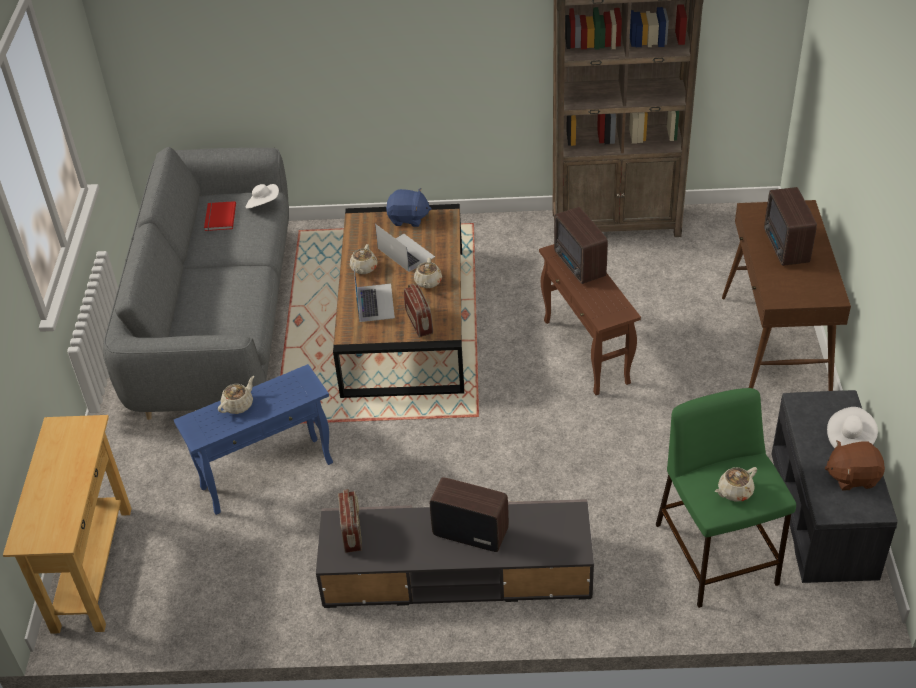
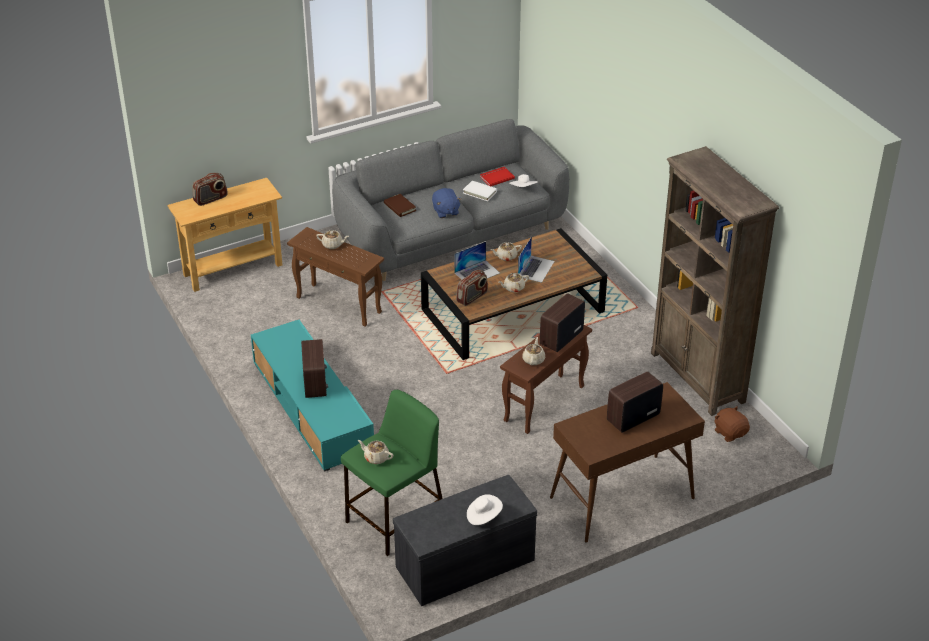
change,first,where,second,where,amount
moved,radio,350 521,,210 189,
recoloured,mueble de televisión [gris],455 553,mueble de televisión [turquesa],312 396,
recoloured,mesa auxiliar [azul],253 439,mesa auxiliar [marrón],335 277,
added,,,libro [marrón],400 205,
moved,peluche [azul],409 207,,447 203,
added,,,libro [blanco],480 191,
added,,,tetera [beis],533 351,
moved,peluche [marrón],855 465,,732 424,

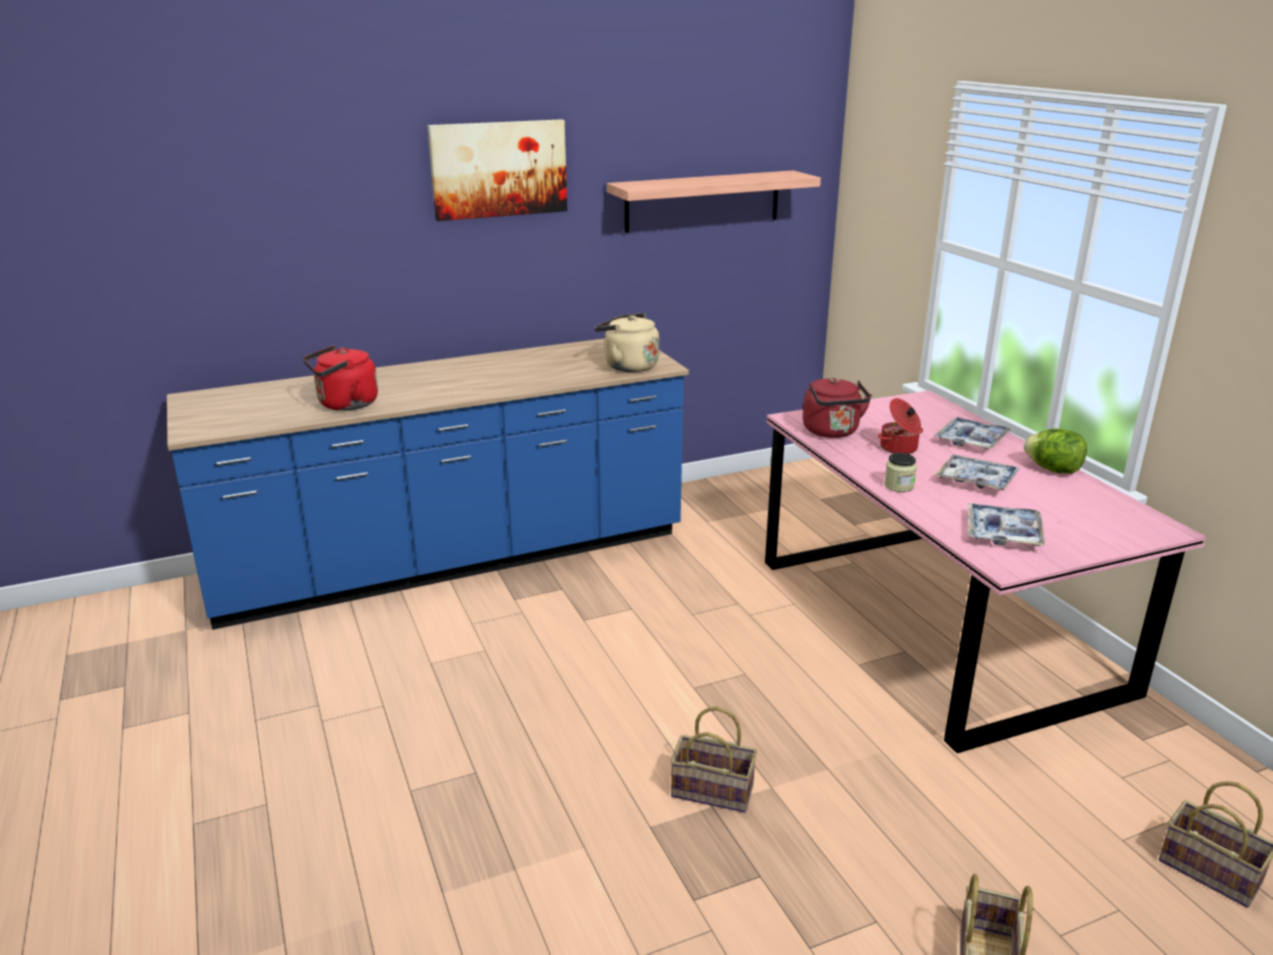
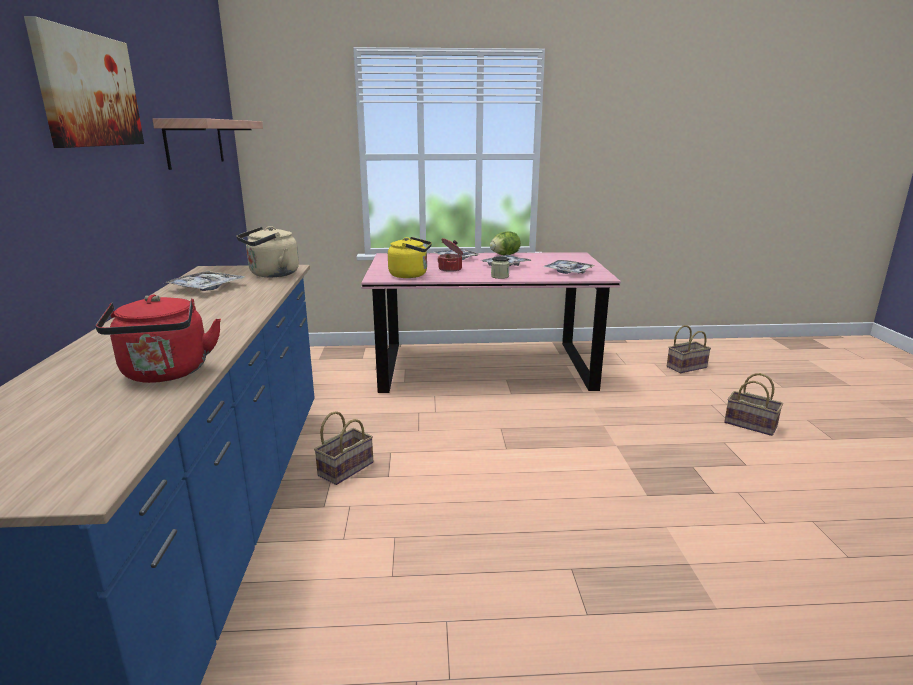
change,first,where,second,where,amount
added,,,bandeja,205 281,
moved,cesta,713 759,,343 448,
recoloured,hervidor [rojo],837 408,hervidor [amarillo],410 257,

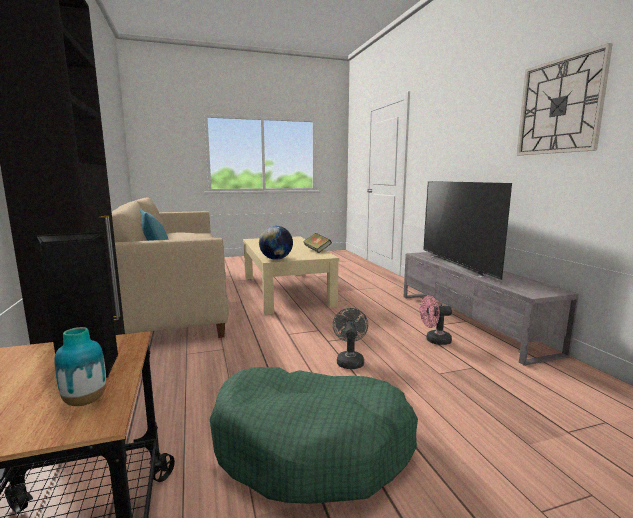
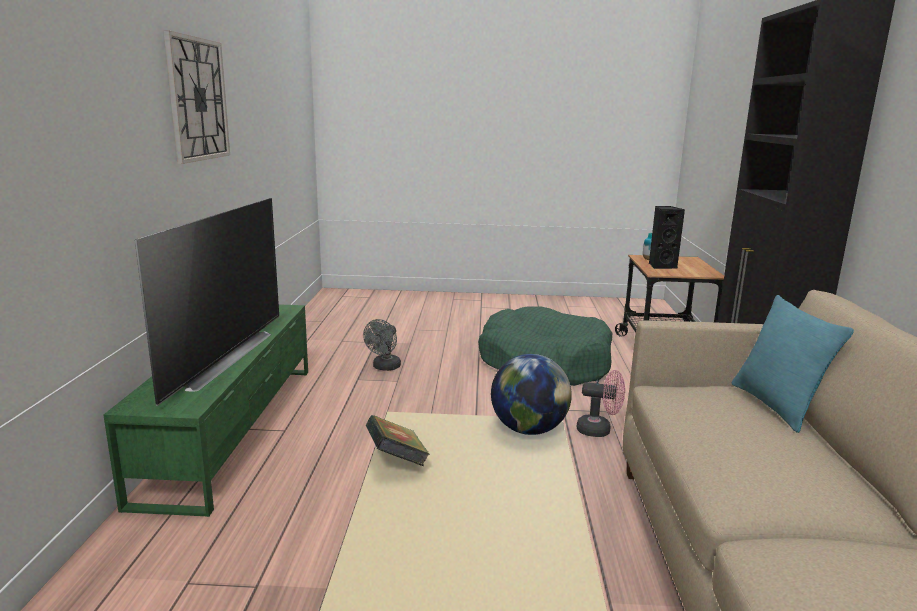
change,first,where,second,where,amount
recoloured,mueble de televisión [gris],491 309,mueble de televisión [verde],205 410,
moved,ventilador [gris],350 338,,382 345,
moved,ventilador [rosa],436 320,,601 403,

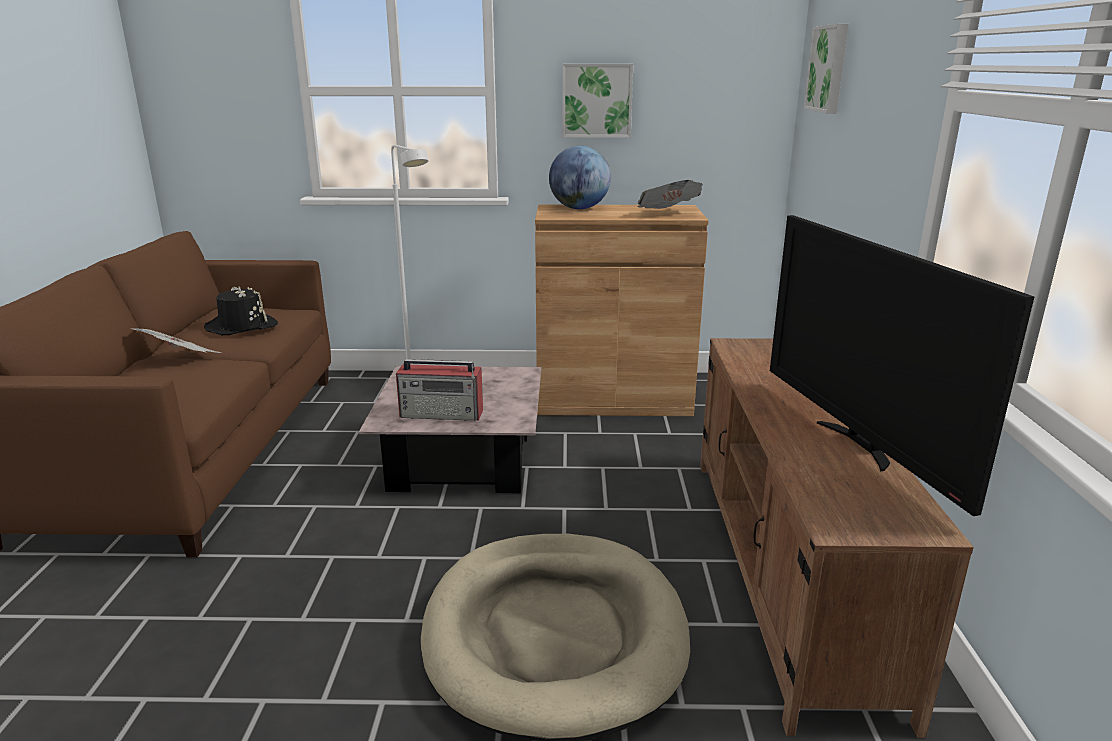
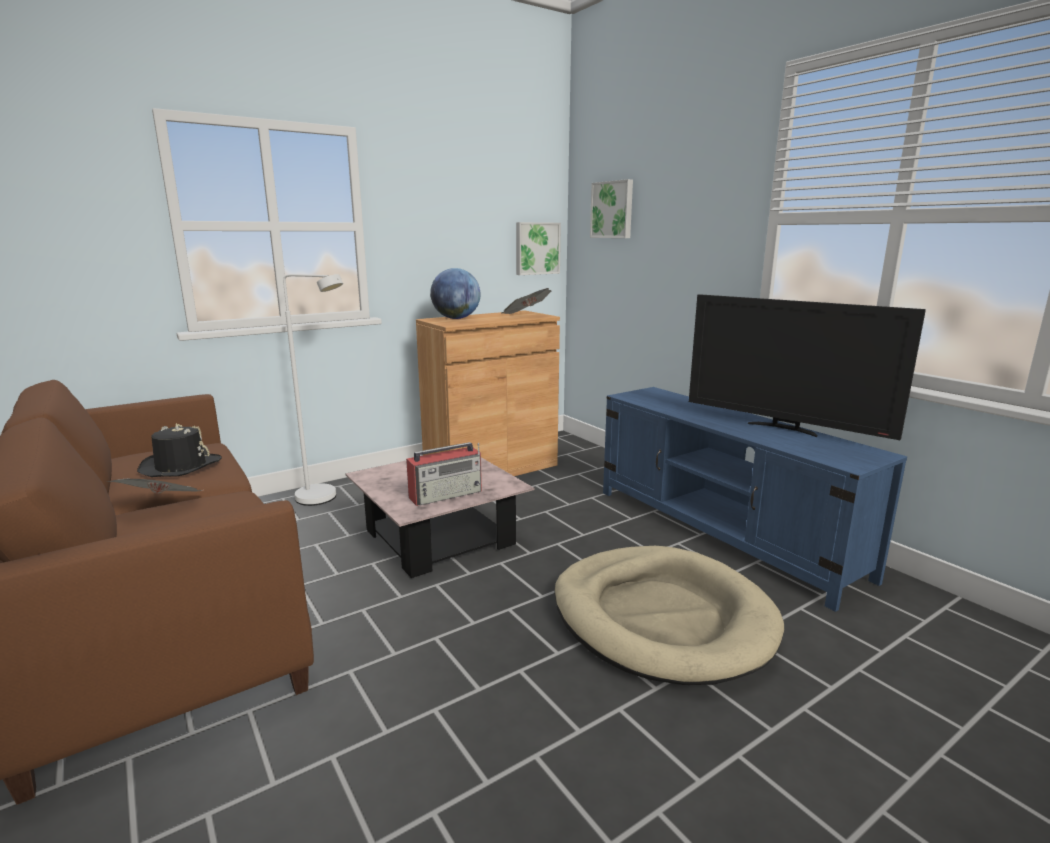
change,first,where,second,where,amount
moved,cuadro,597 101,,538 248,
recoloured,mueble de televisión [marrón],837 538,mueble de televisión [azul],755 499,

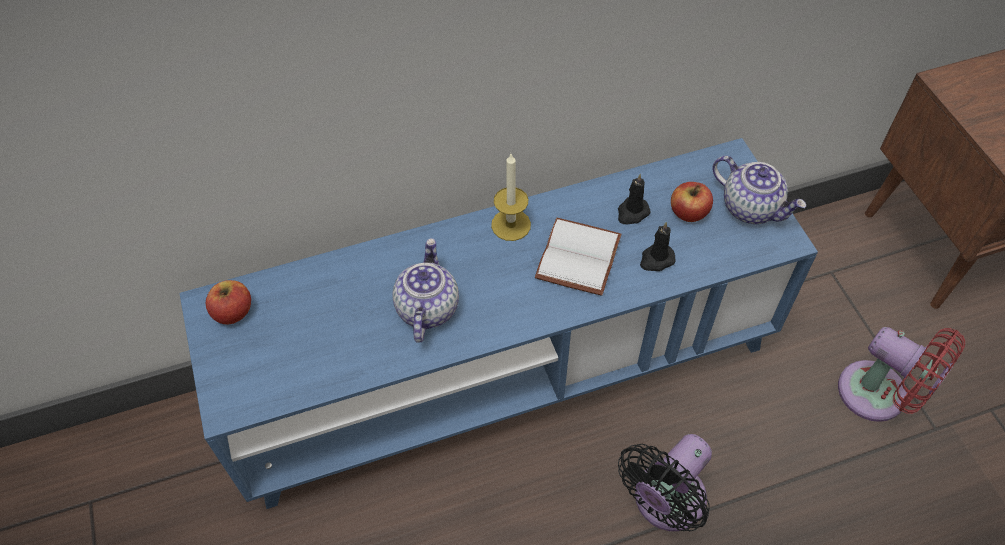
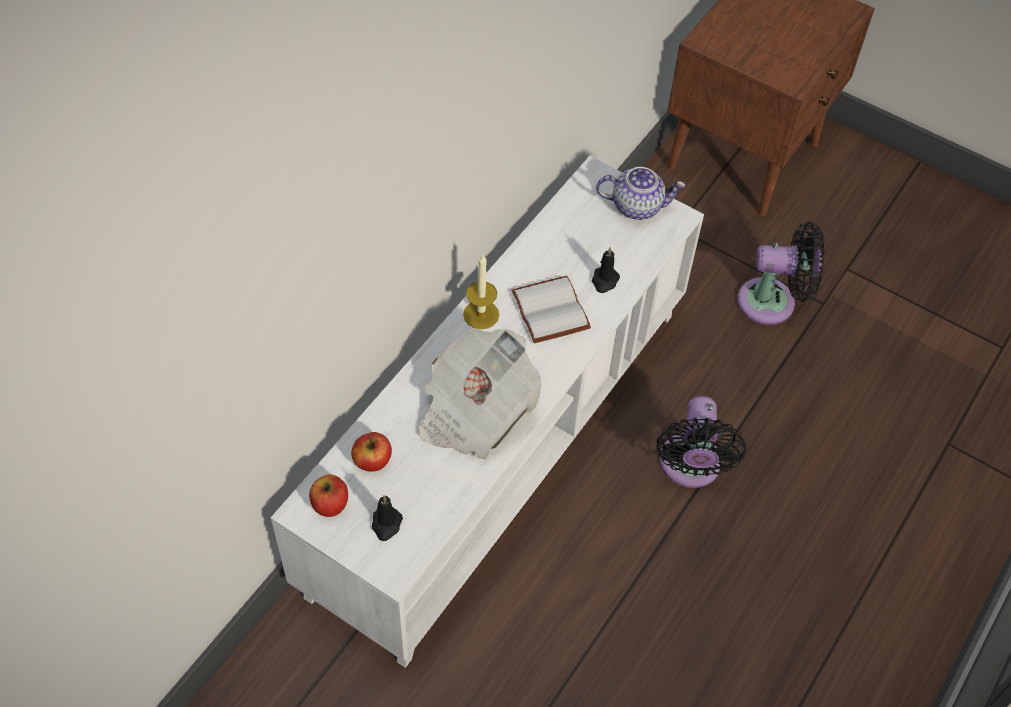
change,first,where,second,where,amount
recoloured,mueble de televisión [azul],498 323,mueble de televisión [blanco],487 412,
moved,manzana,692 202,,371 452,
moved,vela [negro],634 199,,387 518,
replaced,tetera,426 290,periódico,479 393,
recoloured,ventilador [rojo],901 374,ventilador [negro],780 273,

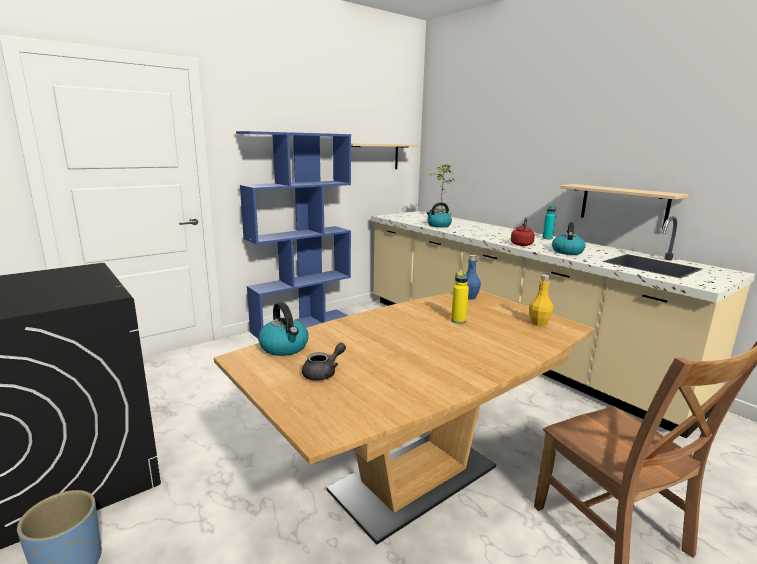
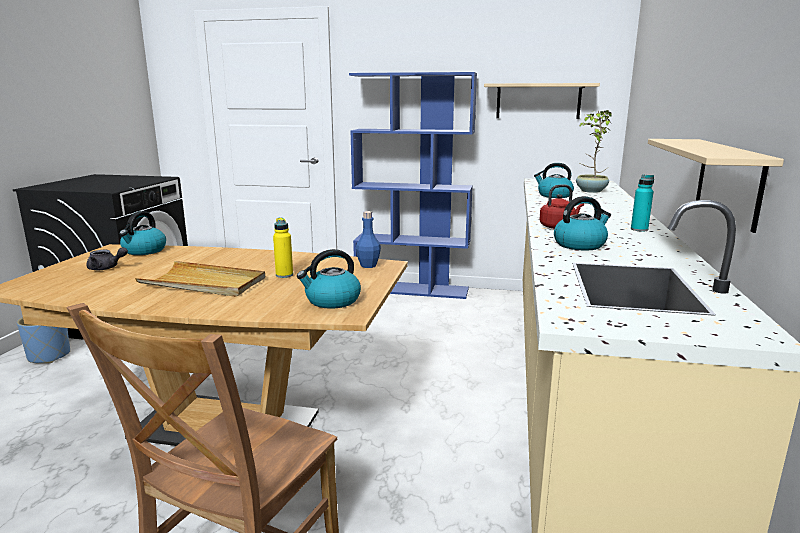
change,first,where,second,where,amount
added,,,bandeja [beis],200 279,
replaced,botella [amarillo],541 300,hervidor,329 279,

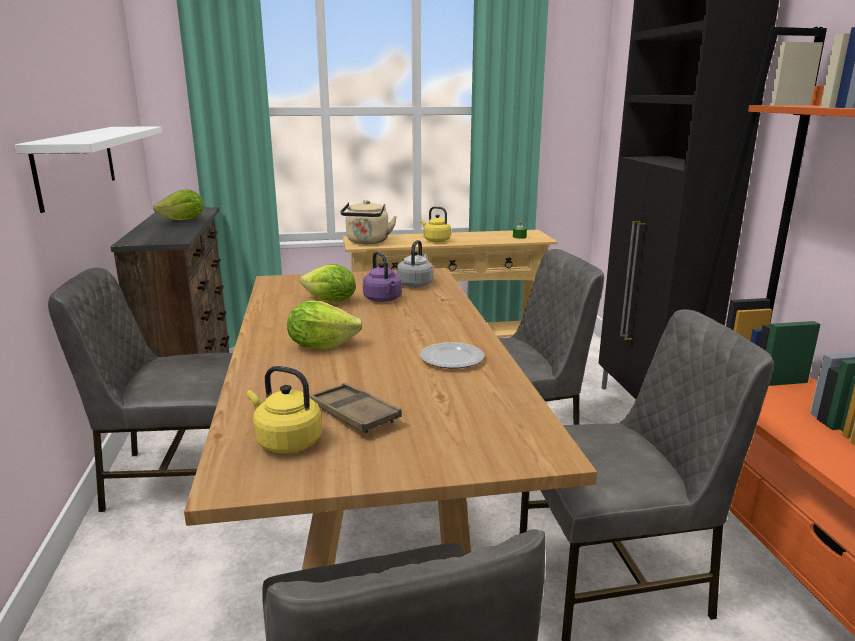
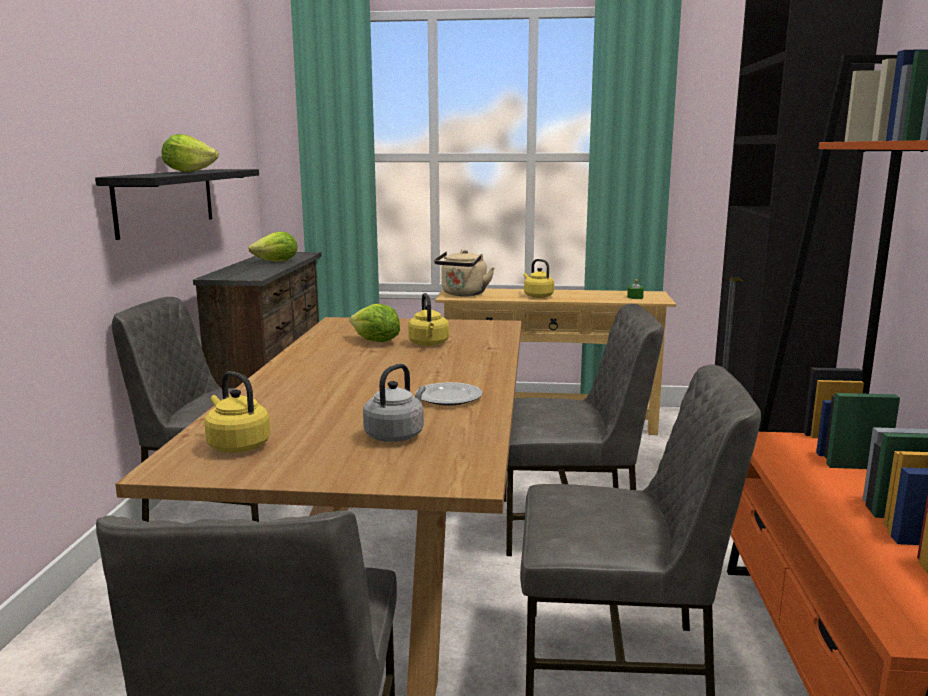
change,first,where,second,where,amount
recoloured,estante [blanco],88 169,estante [negro],177 204,
moved,lechuga,325 325,,190 153,
moved,hervidor [gris],415 264,,394 402,
recoloured,hervidor [morado],382 276,hervidor [amarillo],428 319,
removed,bandeja [marrón],355 408,,,

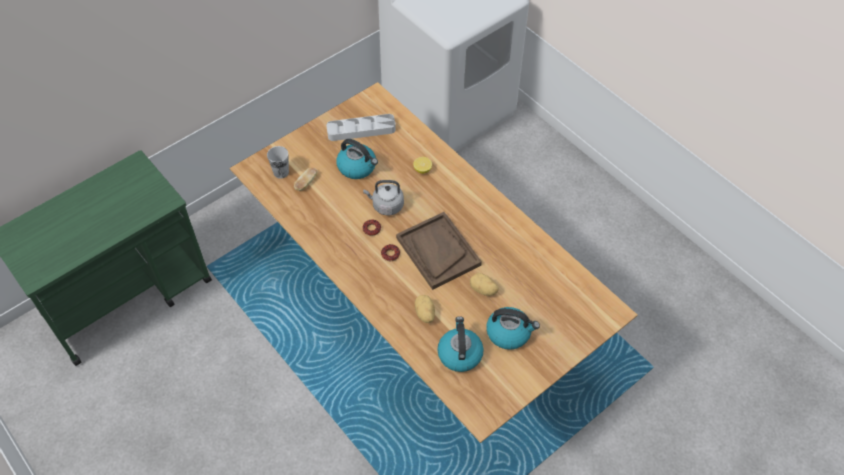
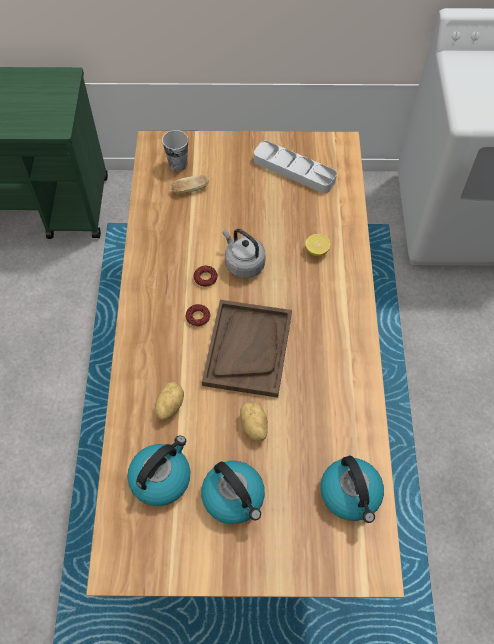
change,first,where,second,where,amount
moved,hervidor,357 159,,352 489,

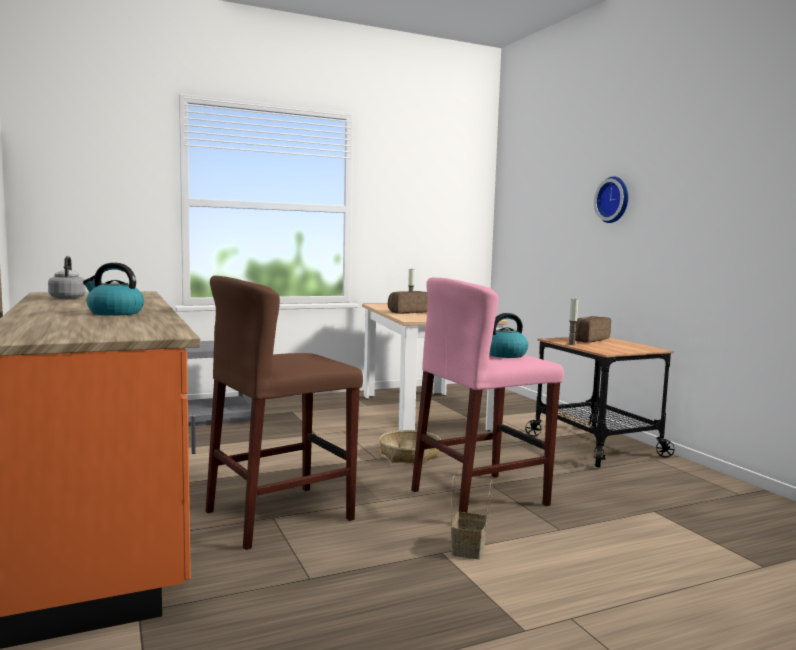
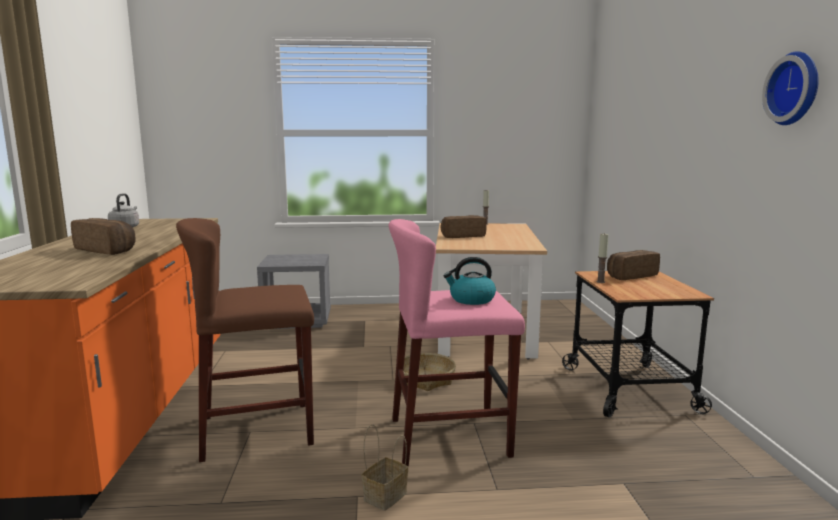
change,first,where,second,where,amount
replaced,hervidor,113 289,pan,103 236,
moved,reloj de pared,611 199,,790 88,

